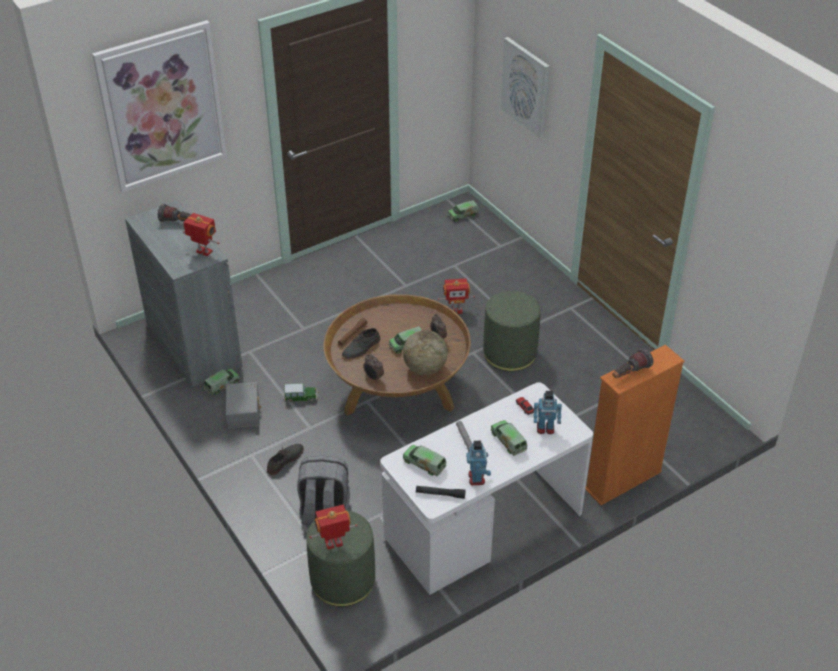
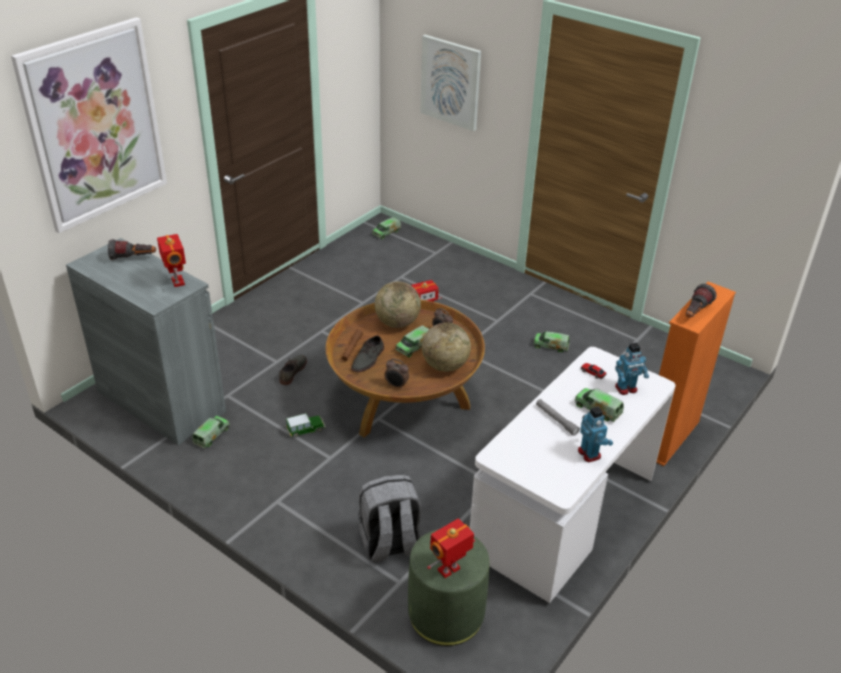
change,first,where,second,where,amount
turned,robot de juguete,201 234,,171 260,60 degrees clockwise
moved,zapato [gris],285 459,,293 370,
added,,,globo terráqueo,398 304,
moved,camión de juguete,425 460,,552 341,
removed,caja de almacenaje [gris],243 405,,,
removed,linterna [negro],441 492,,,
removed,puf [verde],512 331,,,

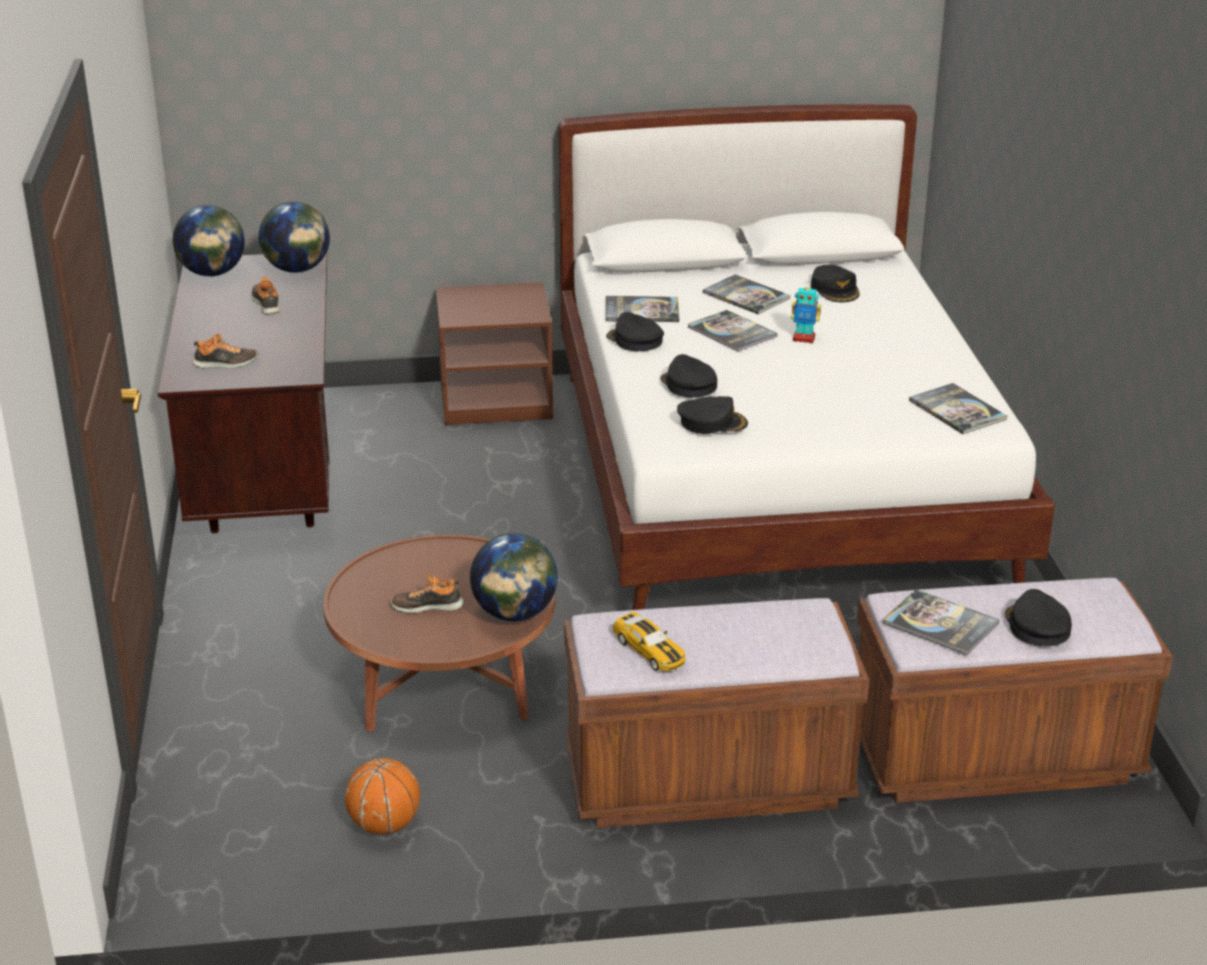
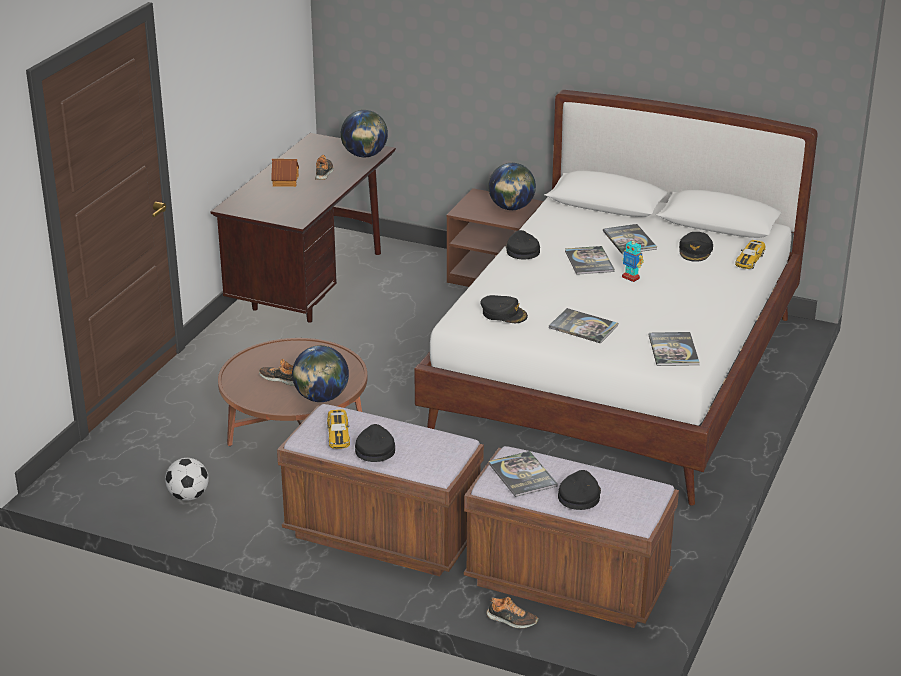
change,first,where,second,where,amount
replaced,balón de baloncesto,382 796,balón de fútbol,187 479,
added,,,casita,285 173,
moved,gorra [negro],688 375,,375 443,
moved,zapato,225 350,,513 613,
moved,globo terráqueo,208 241,,512 186,
moved,libro,642 309,,583 325,
added,,,coche de juguete,750 254,

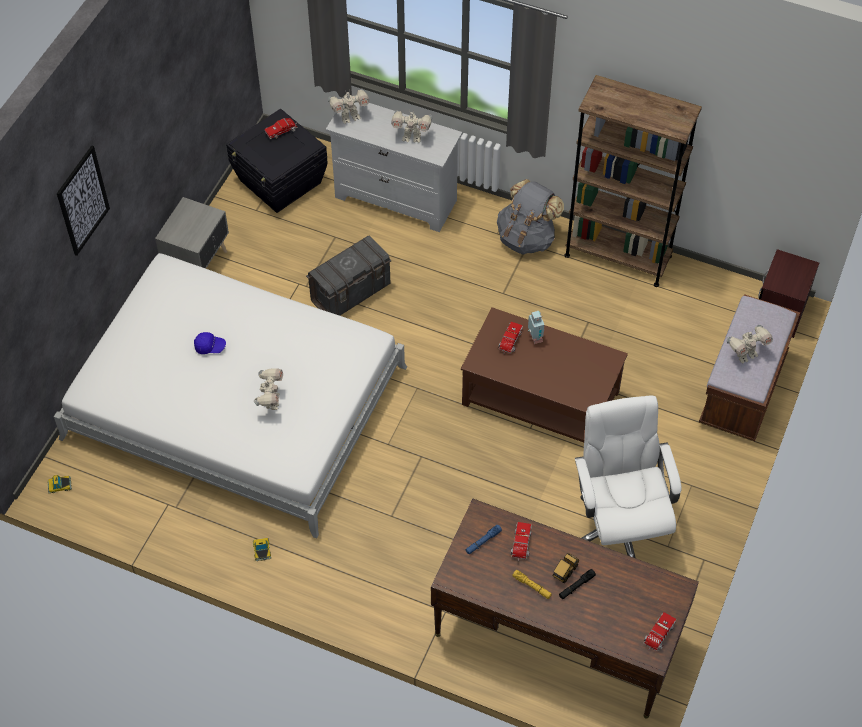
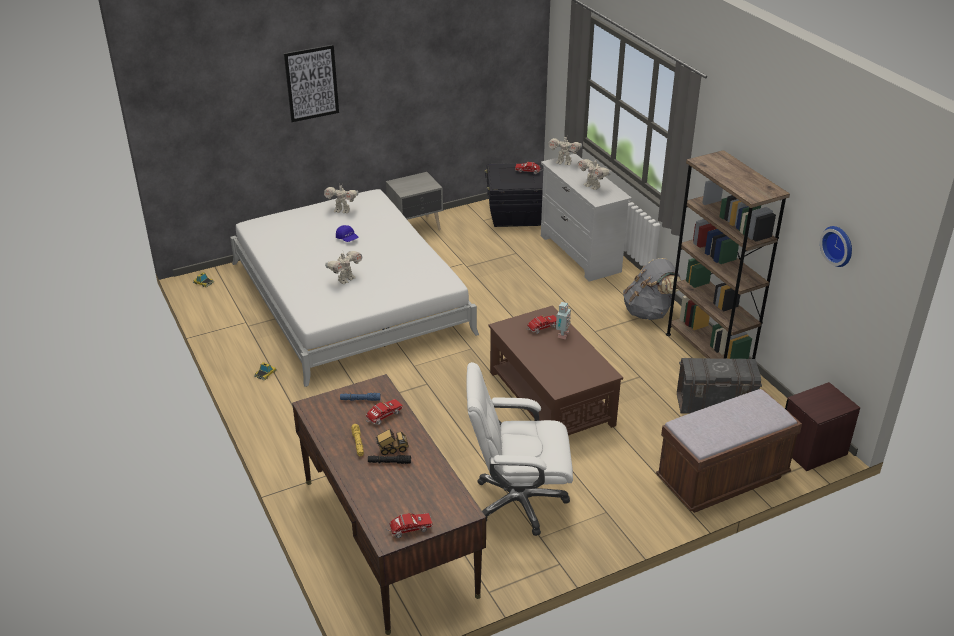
change,first,where,second,where,amount
moved,robot de juguete,750 344,,341 198,
turned,silla de oficina [blanco],628 477,,519 449,120 degrees counterclockwise
moved,caja de almacenaje [gris],349 276,,719 386,
added,,,reloj de pared,836 246,

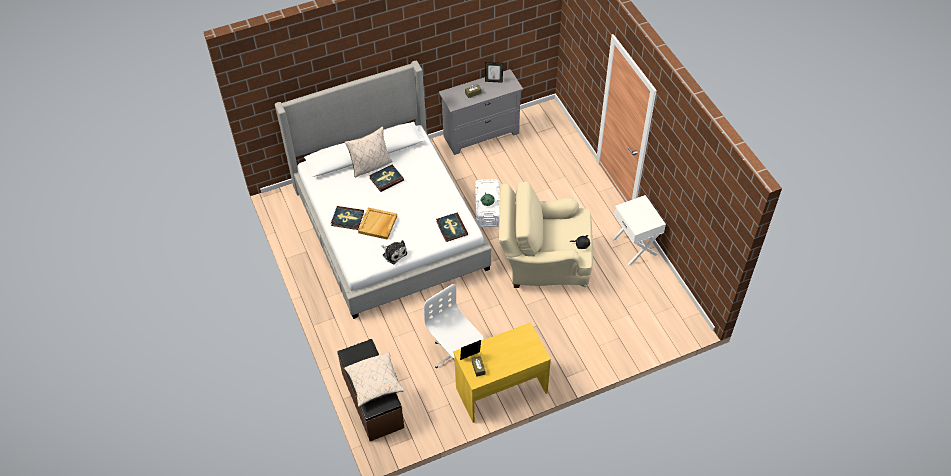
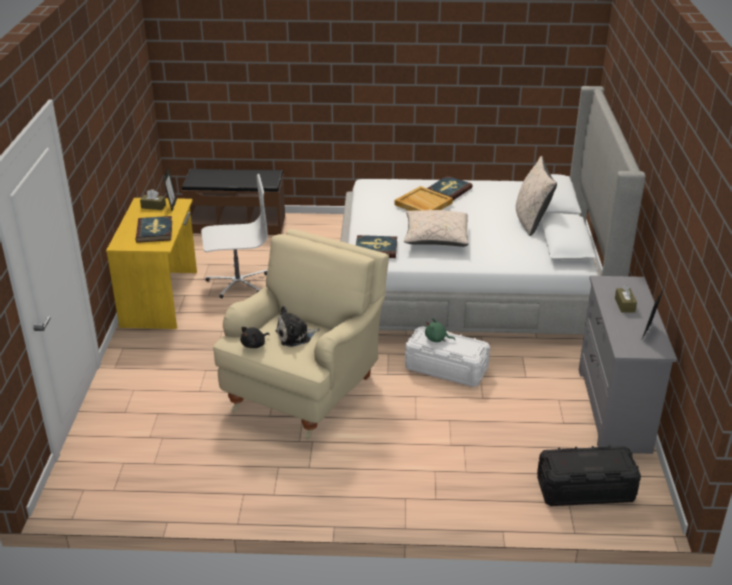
change,first,where,second,where,amount
moved,libro,386 178,,153 229,
moved,peluche,394 252,,298 326,
moved,cojín [beis],374 379,,436 228,
added,,,caja de almacenaje [negro],589 475,
removed,mesita de noche [blanco],639 230,,,

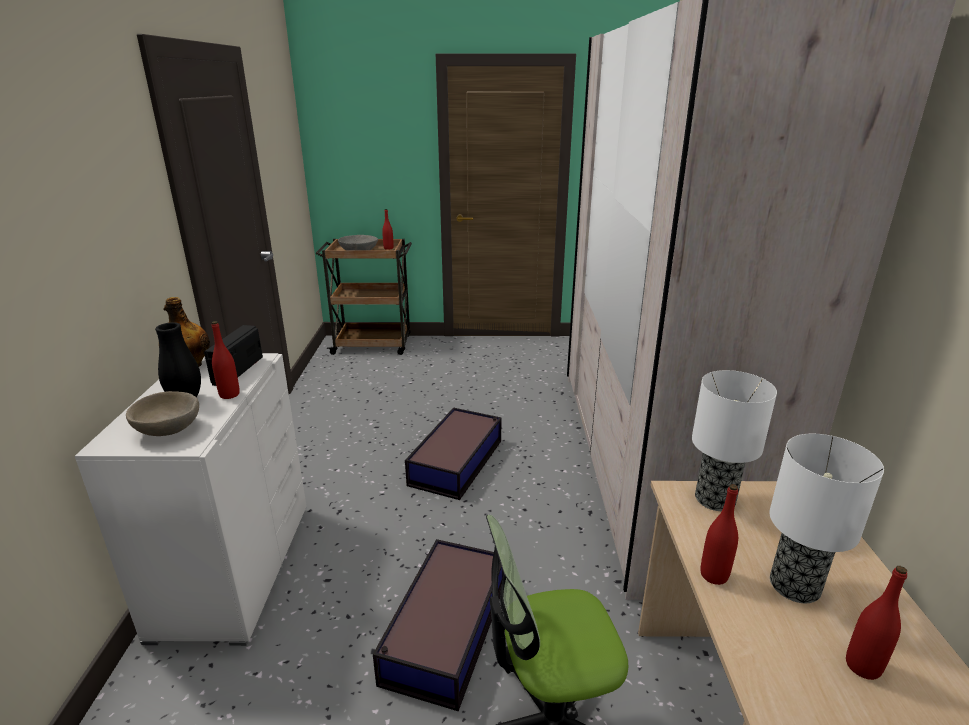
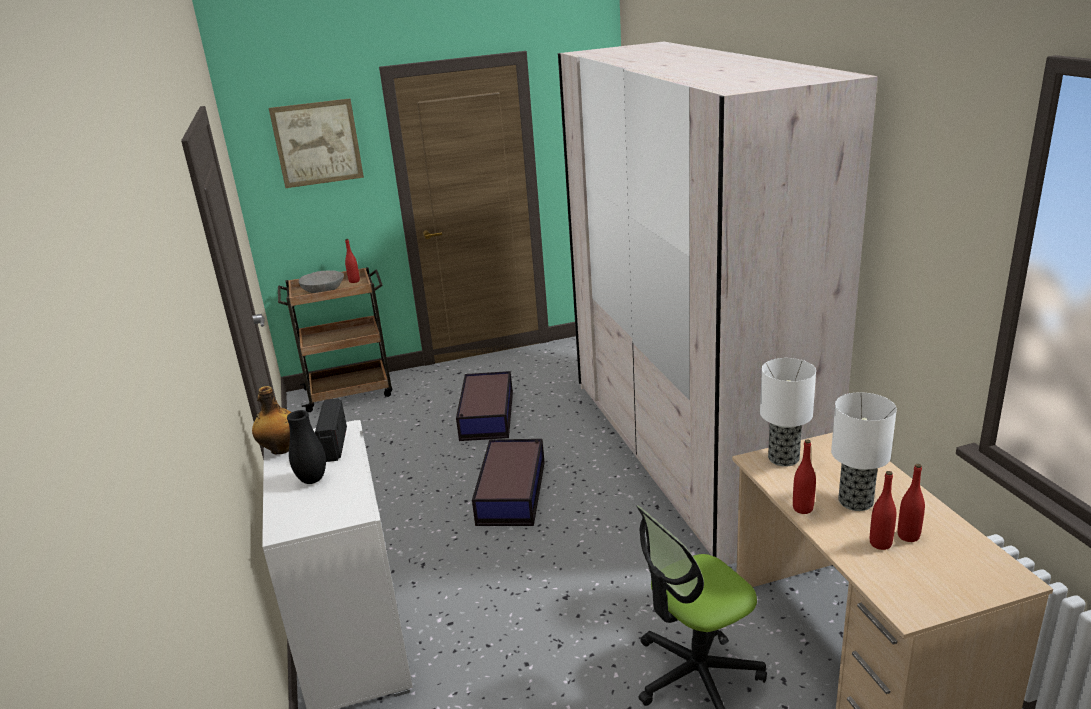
change,first,where,second,where,amount
added,,,cuadro,316 143,
moved,caja de almacenaje,438 625,,484 406,
moved,botella [rojo],226 360,,883 510,
removed,cuenco [beis],162 413,,,

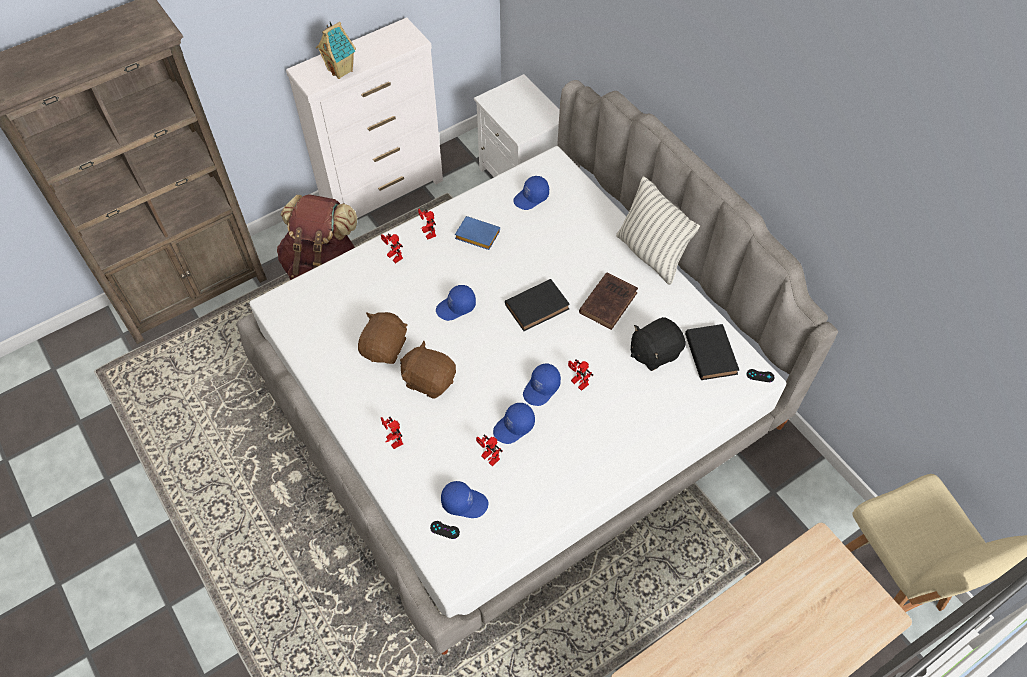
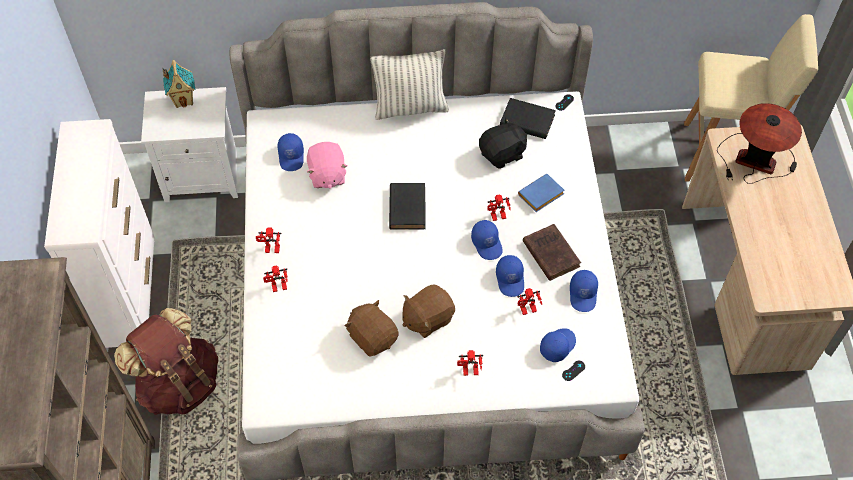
change,first,where,second,where,amount
moved,casita,336 50,,178 84,
added,,,peluche [rosa],327 165,
turned,peluche [negro],658 344,,503 143,120 degrees counterclockwise
moved,libro [azul],477 233,,541 193,
moved,libro [marrón],608 301,,552 252,
moved,gorra [azul],456 303,,584 291,
added,,,lámpara de mesa,759 143,

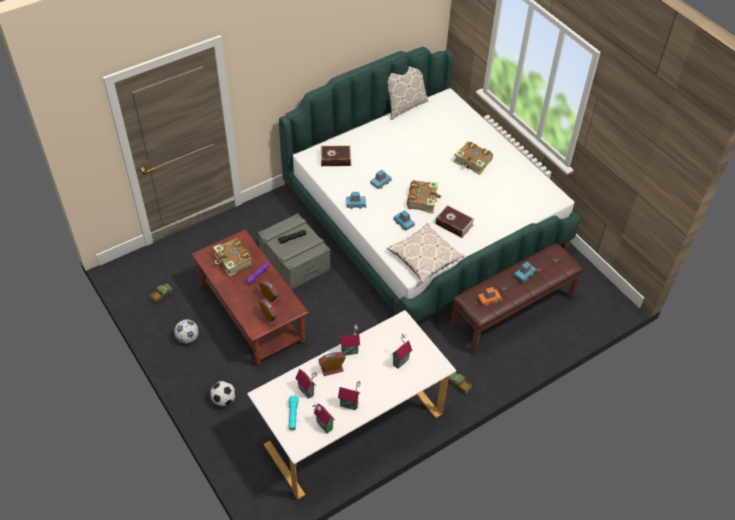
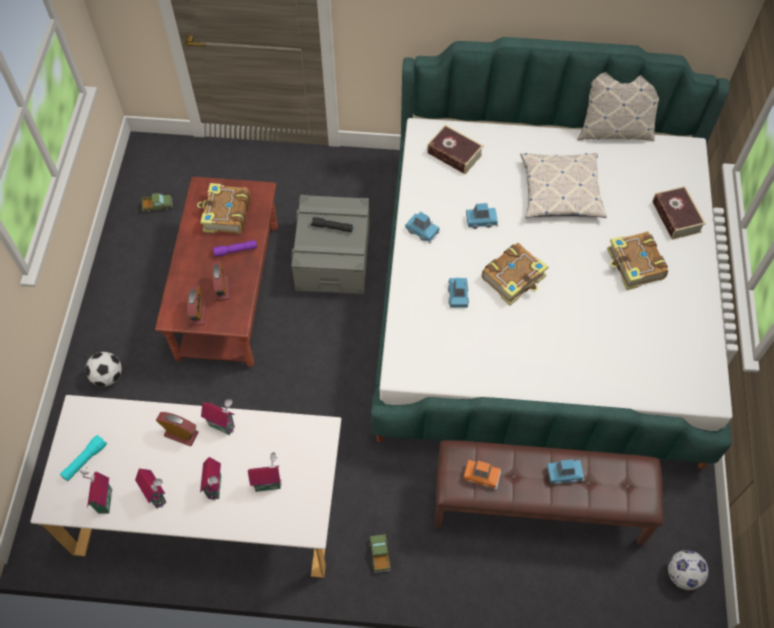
change,first,where,second,where,amount
moved,casita,306 384,,210 478,
moved,cojín,425 253,,563 185,
moved,libro,454 221,,679 213,
moved,balón de fútbol,186 331,,688 570,

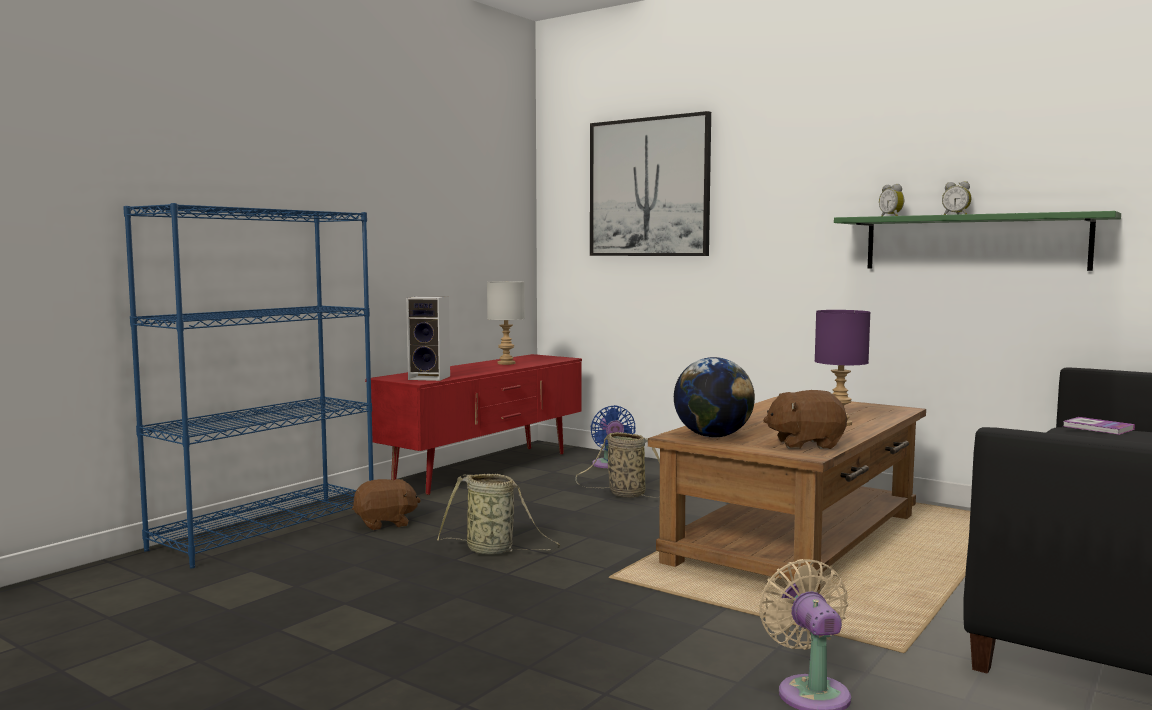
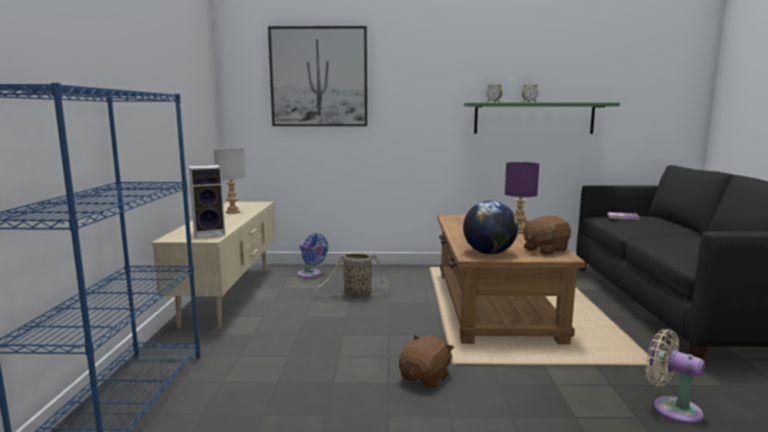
change,first,where,second,where,amount
recoloured,mueble de televisión [rojo],473 424,mueble de televisión [beis],213 265,
moved,peluche [marrón],386 504,,426 361,
removed,cesta,498 514,,,

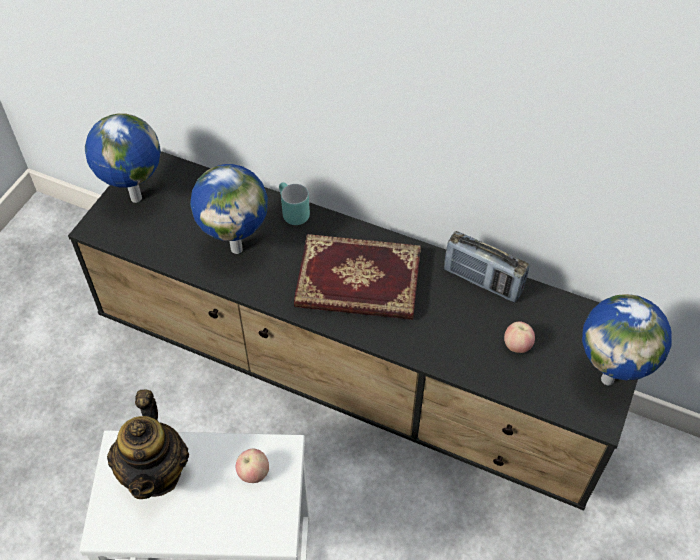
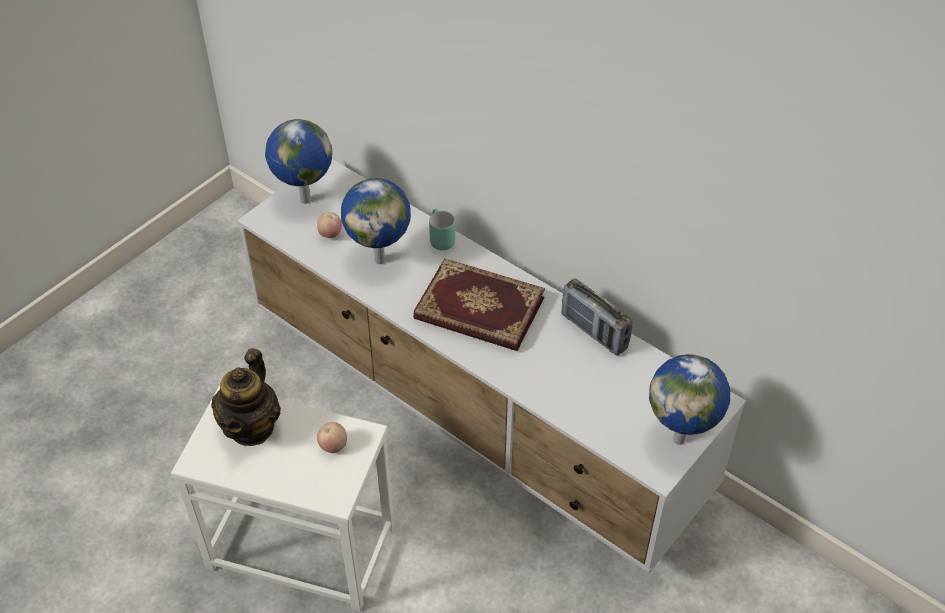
change,first,where,second,where,amount
recoloured,mueble de televisión [negro],353 331,mueble de televisión [blanco],491 366,
moved,manzana,519 337,,329 225,

